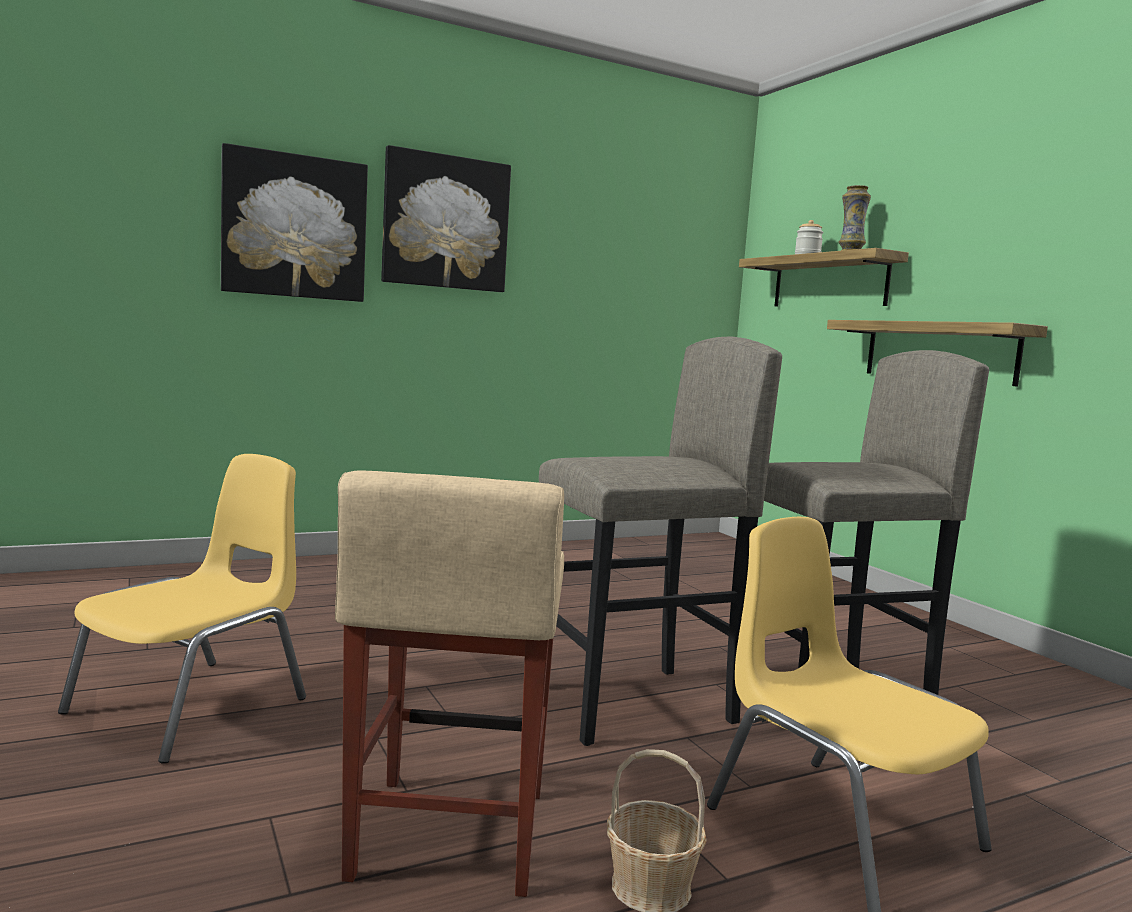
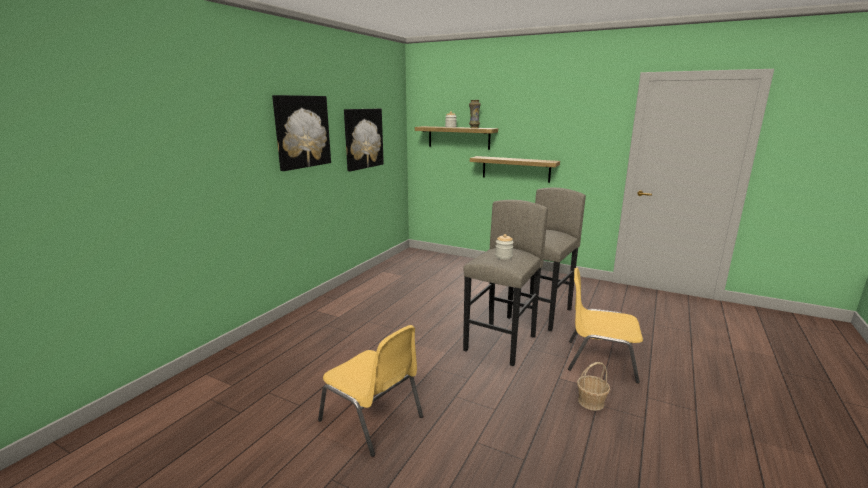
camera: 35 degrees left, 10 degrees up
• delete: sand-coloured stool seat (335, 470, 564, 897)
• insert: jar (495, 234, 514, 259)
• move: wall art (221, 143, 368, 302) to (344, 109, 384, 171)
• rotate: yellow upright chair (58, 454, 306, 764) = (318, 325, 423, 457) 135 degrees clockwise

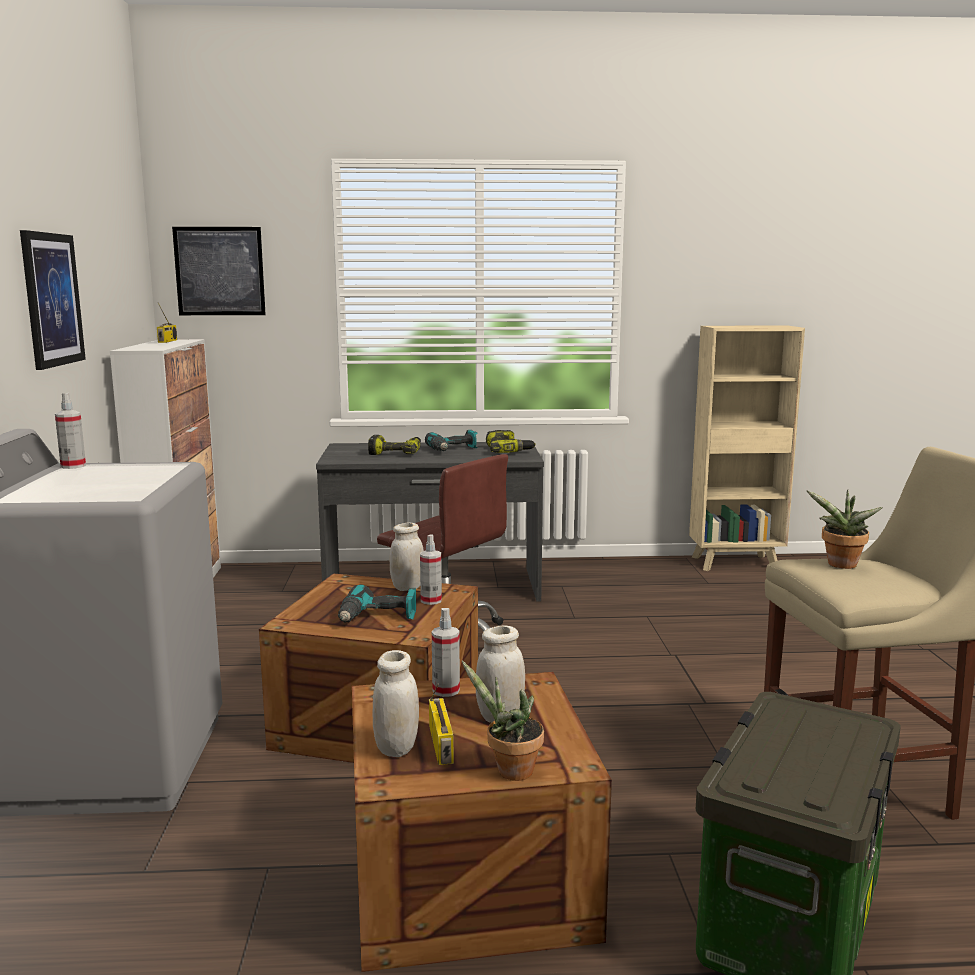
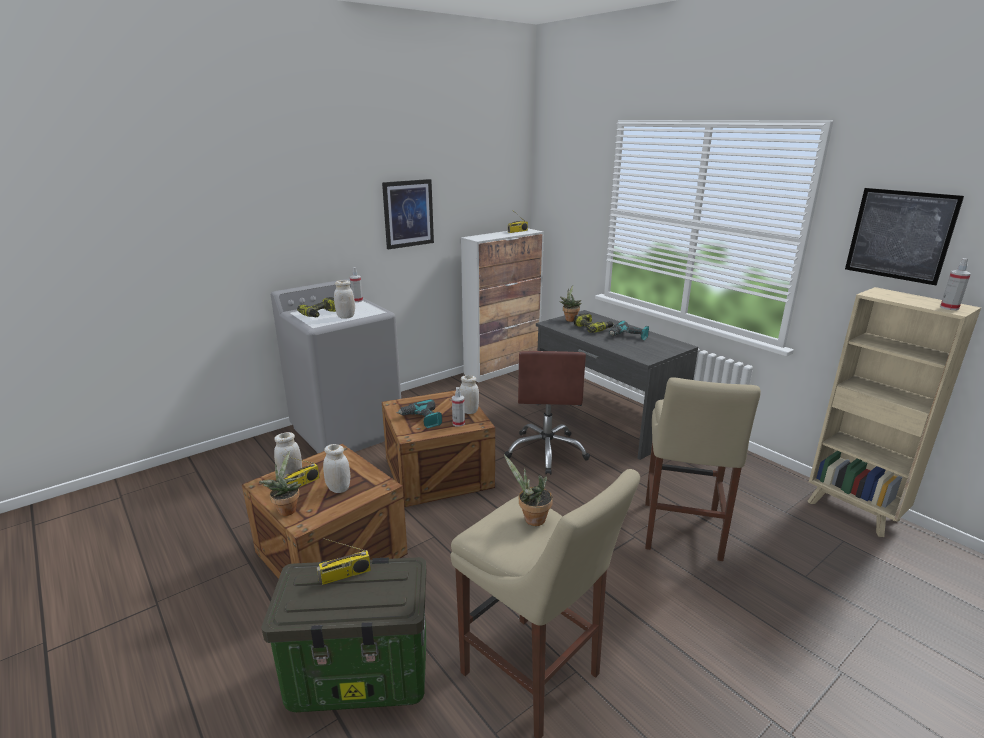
camera: 55 degrees right, 10 degrees up
• insert: radio (317, 538, 371, 585)
• insert: whitish jar (334, 280, 355, 319)
• insert: potted plant (559, 285, 582, 322)
• insert: sand-coloured stool seat (645, 377, 761, 561)
• move: wall art (172, 227, 266, 315) to (845, 188, 964, 285)
• move: sprayer (432, 608, 460, 697) to (940, 258, 971, 310)
• move: power drill (486, 430, 536, 453) to (297, 297, 336, 317)

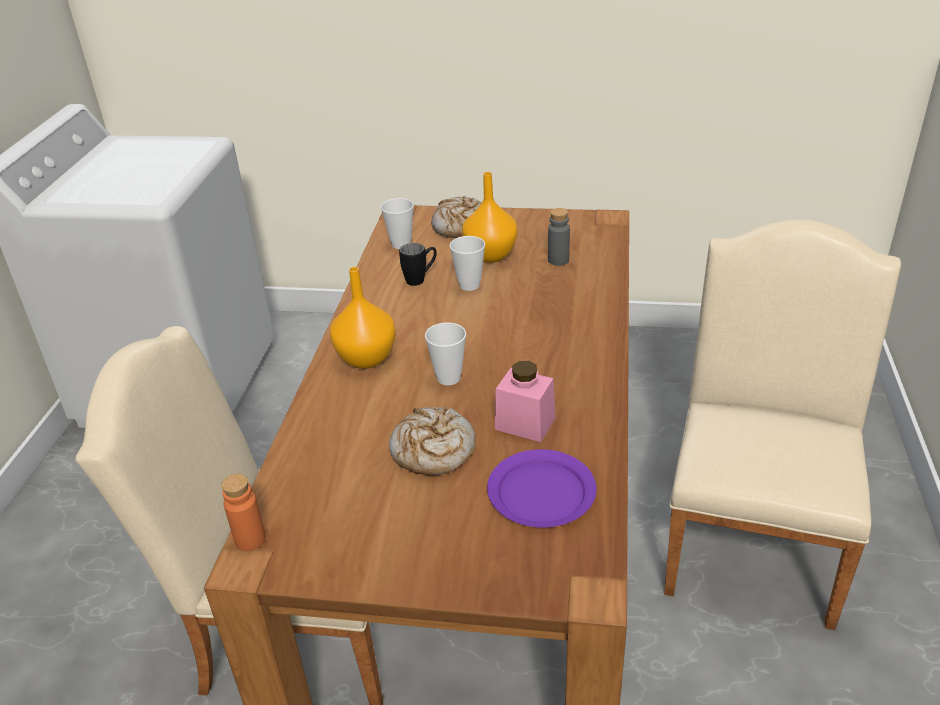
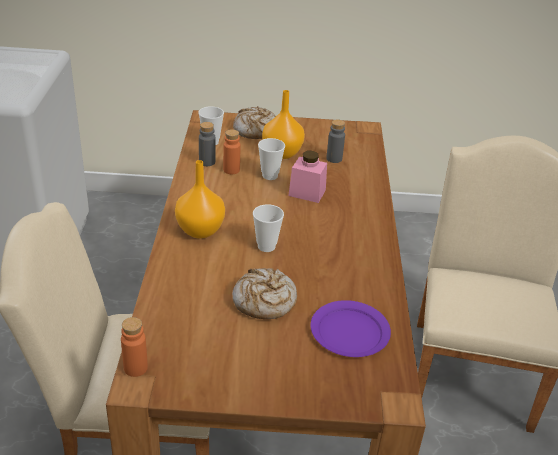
camera: 10 degrees left, 0 degrees up
• insert: gray drink bottle (199, 122, 216, 166)
• move: pink-coloured jar (495, 361, 555, 442) to (288, 151, 327, 203)
• replace: black tea mug (399, 243, 437, 286) to orange-coloured drink bottle (223, 129, 240, 174)

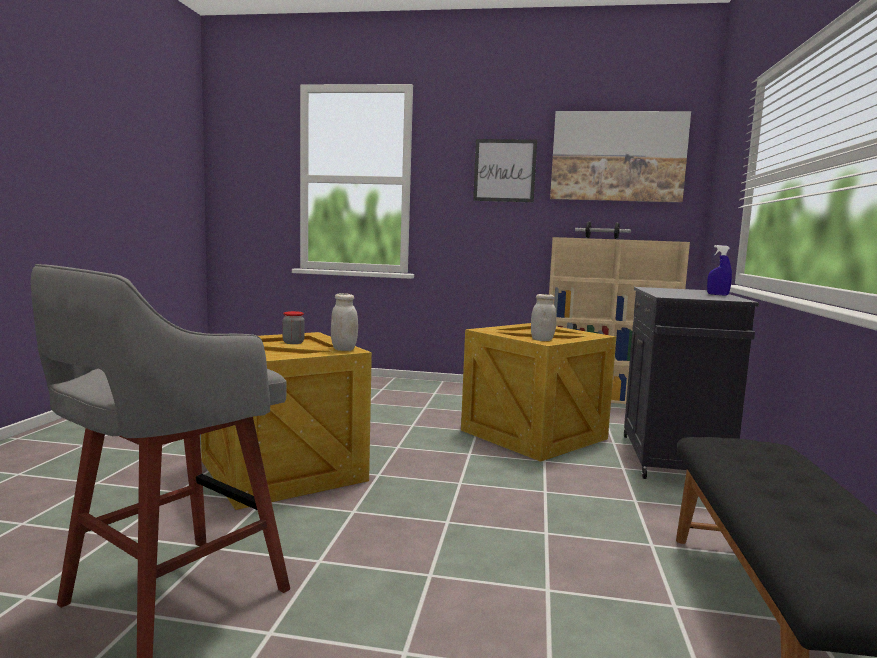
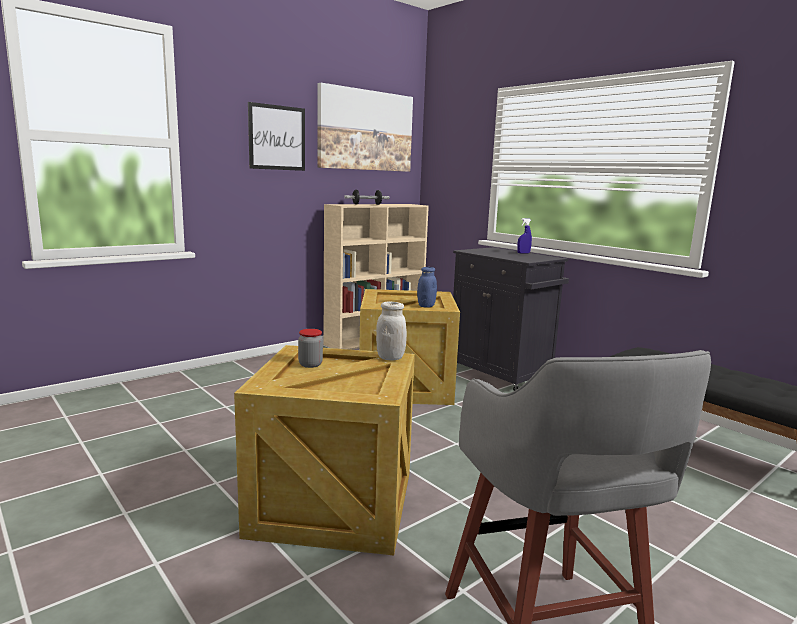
camera: 50 degrees left, 5 degrees up
• recolor: whitish jar (531, 294, 556, 341) to blue-coloured jar (417, 267, 437, 308)

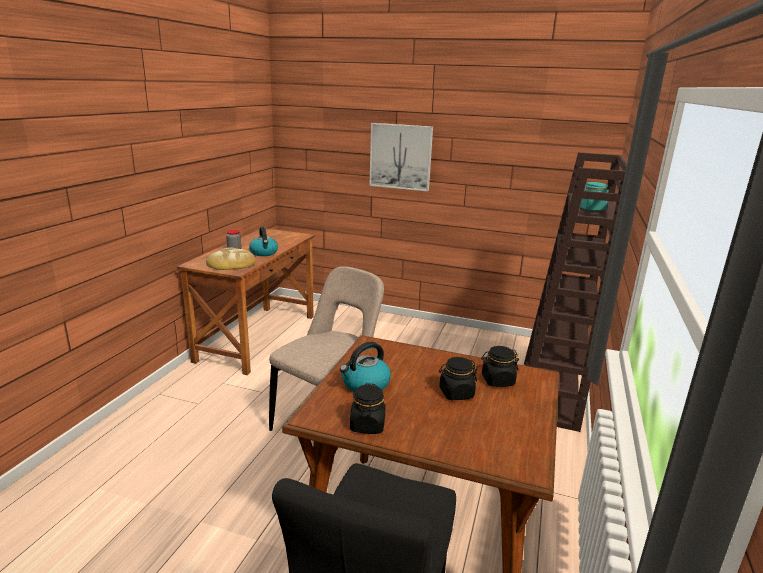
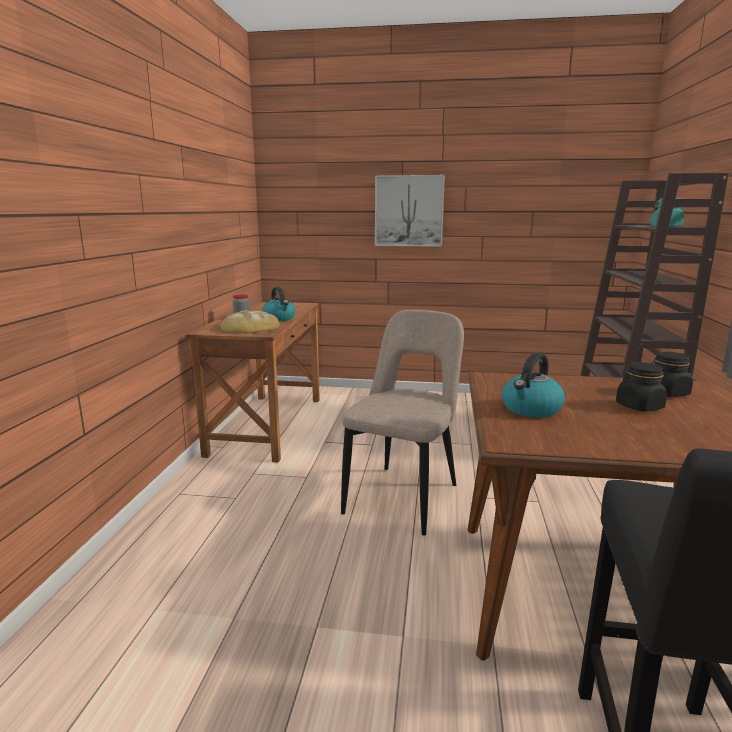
camera: 10 degrees left, 5 degrees down
• delete: black jar (350, 383, 386, 434)

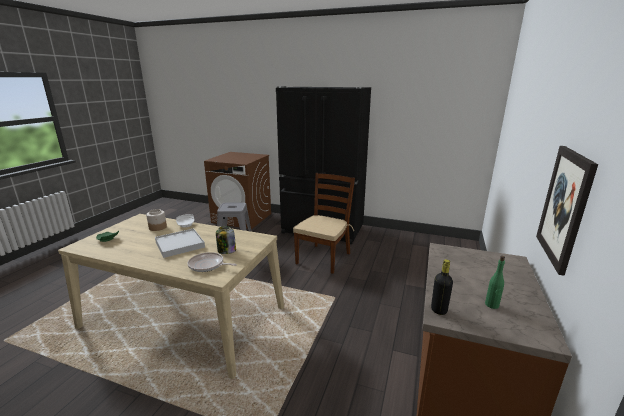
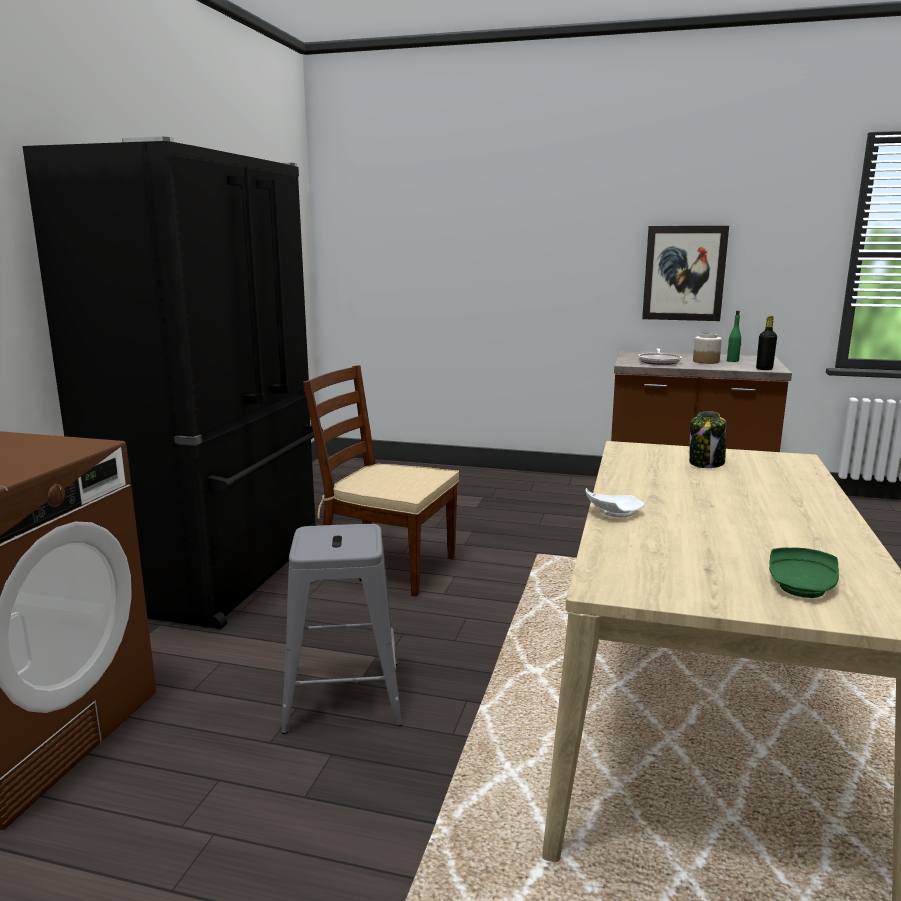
camera: 95 degrees left, 5 degrees down
• delete: whitish carrying tray (155, 228, 205, 258)
• move: jar (146, 209, 167, 231) to (693, 333, 722, 364)
• move: pan (188, 252, 237, 272) to (638, 349, 682, 365)

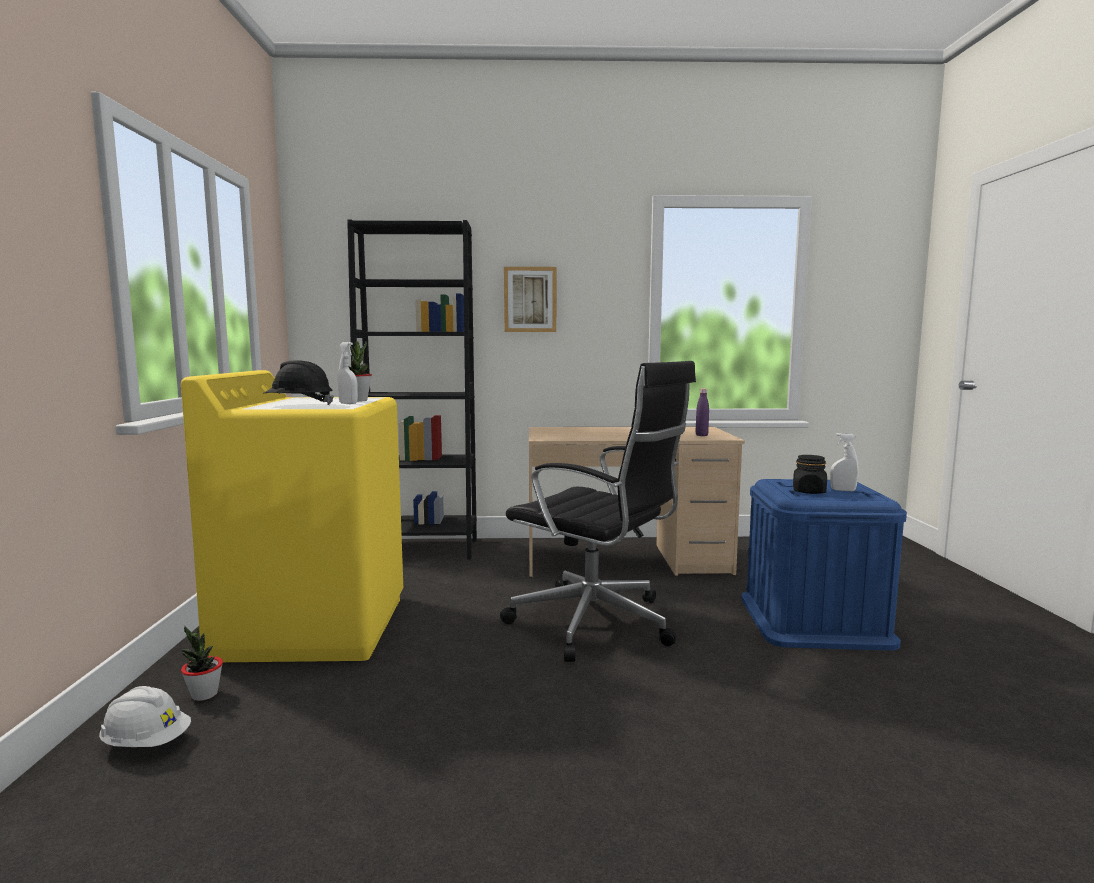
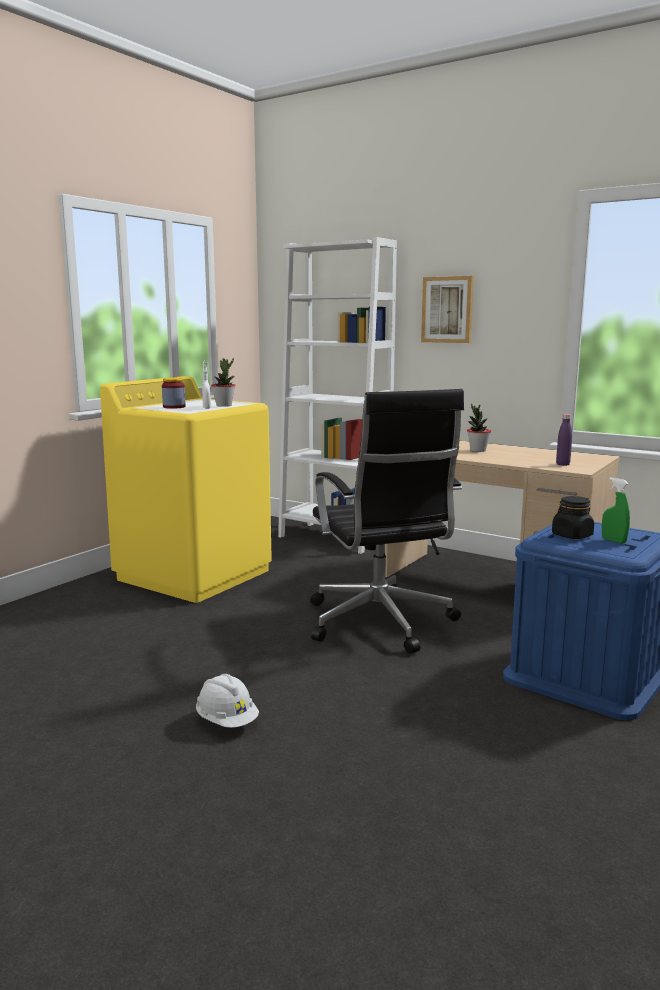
camera: 35 degrees right, 5 degrees up
• move: whitish work helmet (99, 686, 191, 747) to (196, 674, 259, 728)
• move: potted plant (181, 626, 223, 701) to (467, 404, 491, 452)
• replace: black work helmet (263, 360, 334, 405) to jar (162, 378, 185, 409)
• recolor: black bookcase (347, 220, 477, 560) to whitish bookcase (278, 237, 397, 554)
• recolor: whitish sprayer (830, 433, 859, 491) to green-coloured sprayer (602, 478, 630, 544)

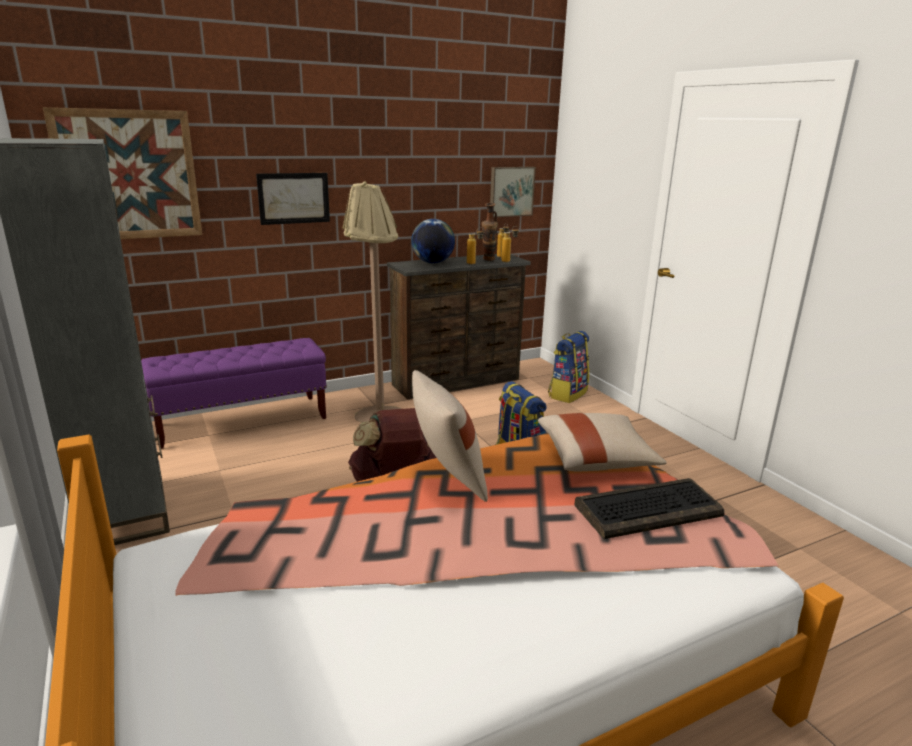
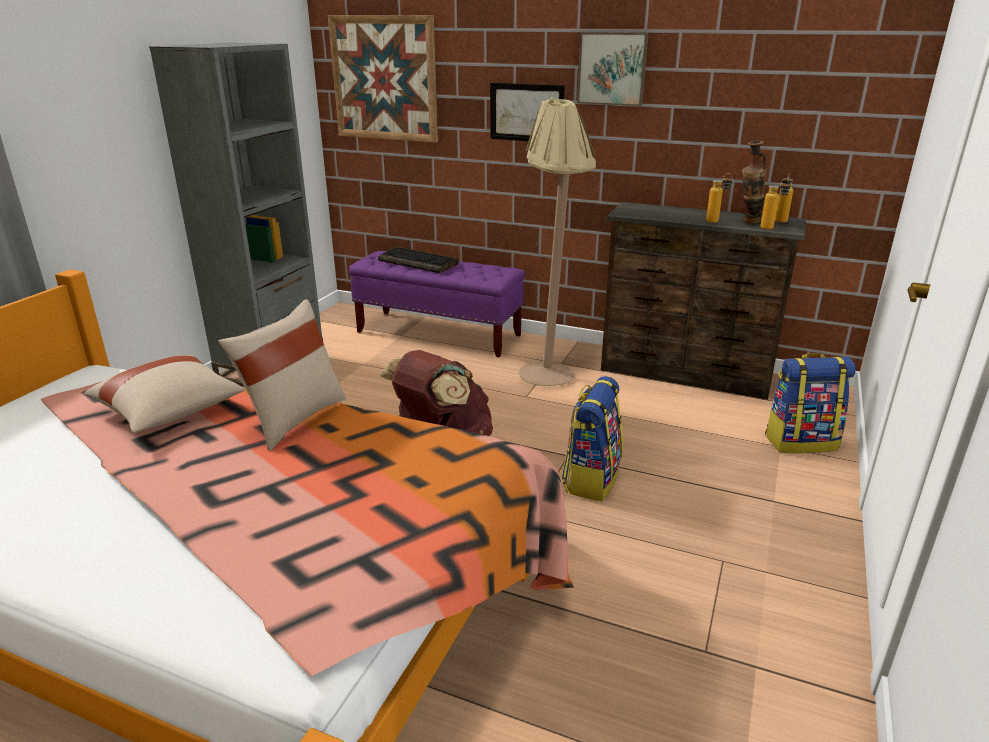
camera: 50 degrees right, 5 degrees up
• delete: globe (411, 219, 455, 263)
• move: wall art (490, 167, 536, 217) to (577, 32, 649, 106)
• move: sand-coloured pillow (538, 413, 667, 472) to (84, 355, 245, 433)
• move: PC keyboard (575, 478, 725, 539) to (378, 247, 459, 273)

